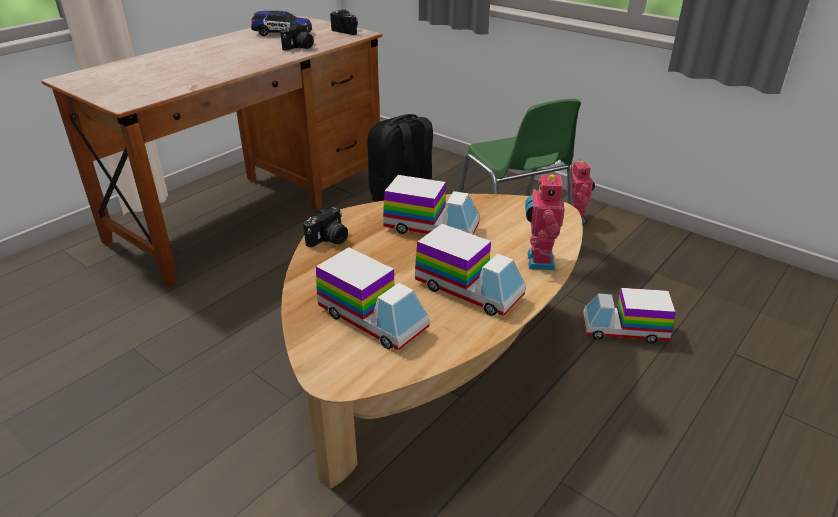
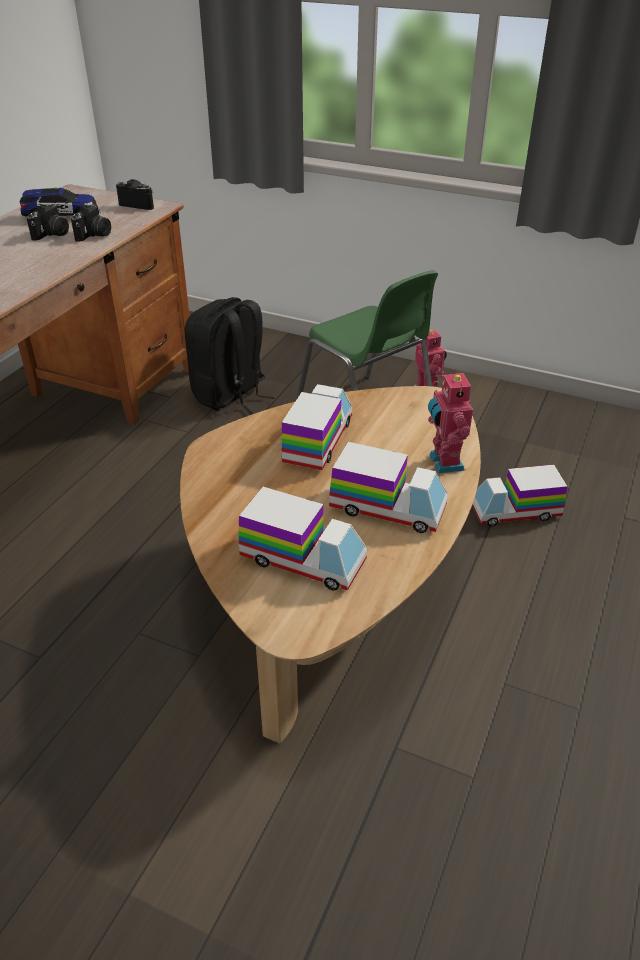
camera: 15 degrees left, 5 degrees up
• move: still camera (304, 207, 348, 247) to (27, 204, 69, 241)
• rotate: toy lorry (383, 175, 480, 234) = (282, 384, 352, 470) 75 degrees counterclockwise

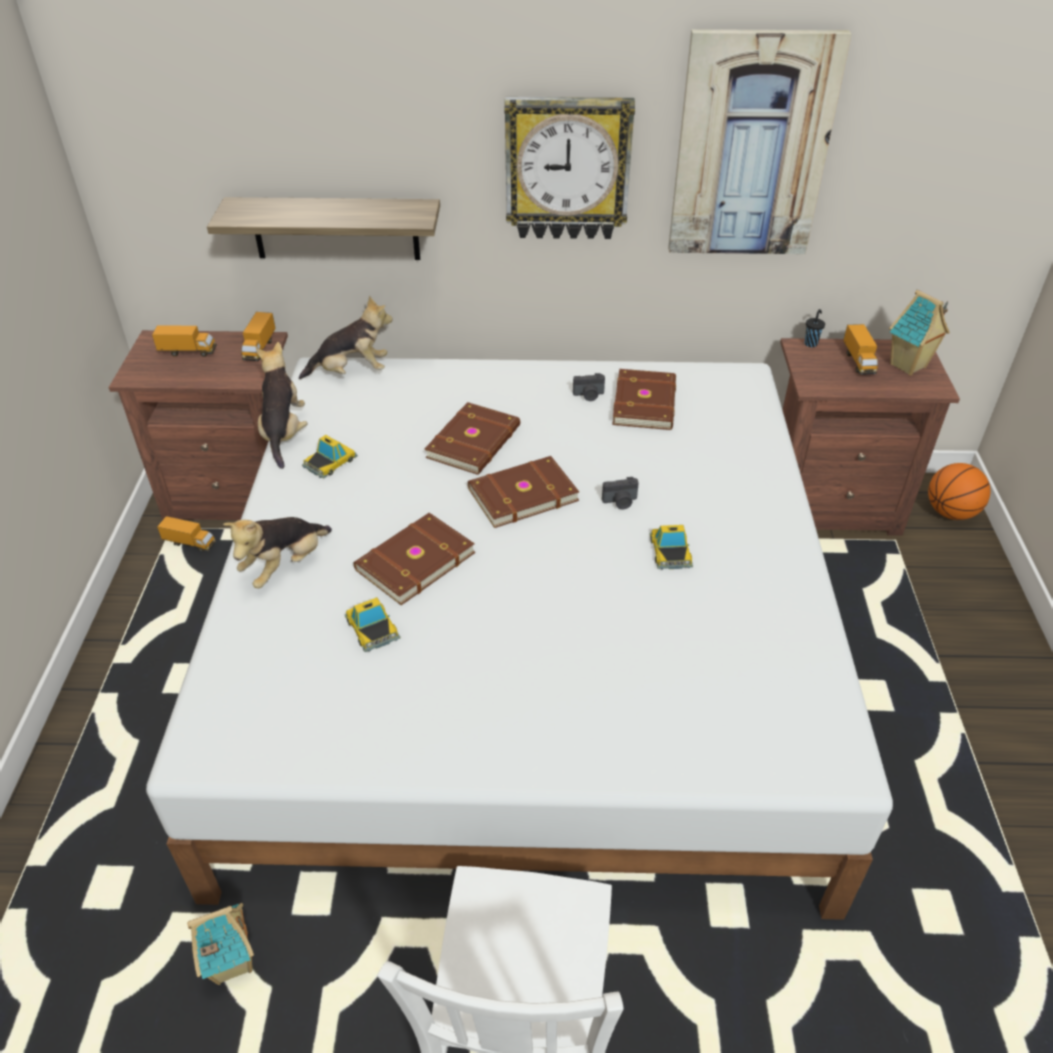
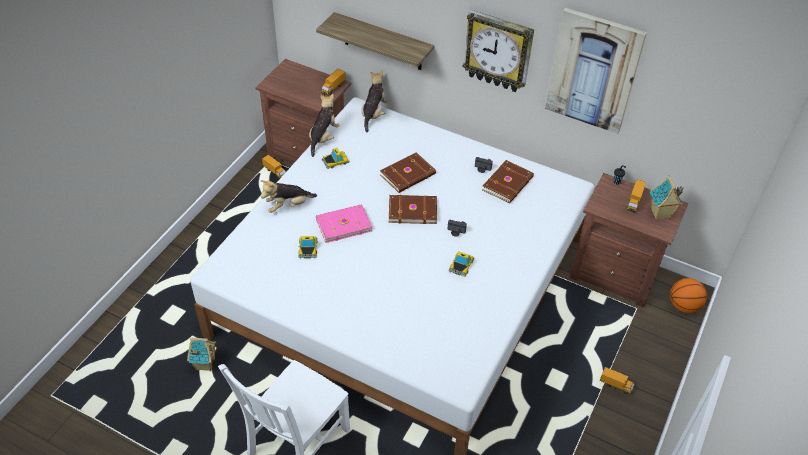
camera: 25 degrees right, 5 degrees up
• move: toy lorry (152, 326, 217, 357) to (600, 367, 635, 395)
• recolor: brownish volume (354, 513, 475, 605) to pink-coloured volume (316, 204, 372, 243)
• rotate: cuddly toy (299, 296, 393, 379) = (361, 71, 388, 133) 90 degrees counterclockwise

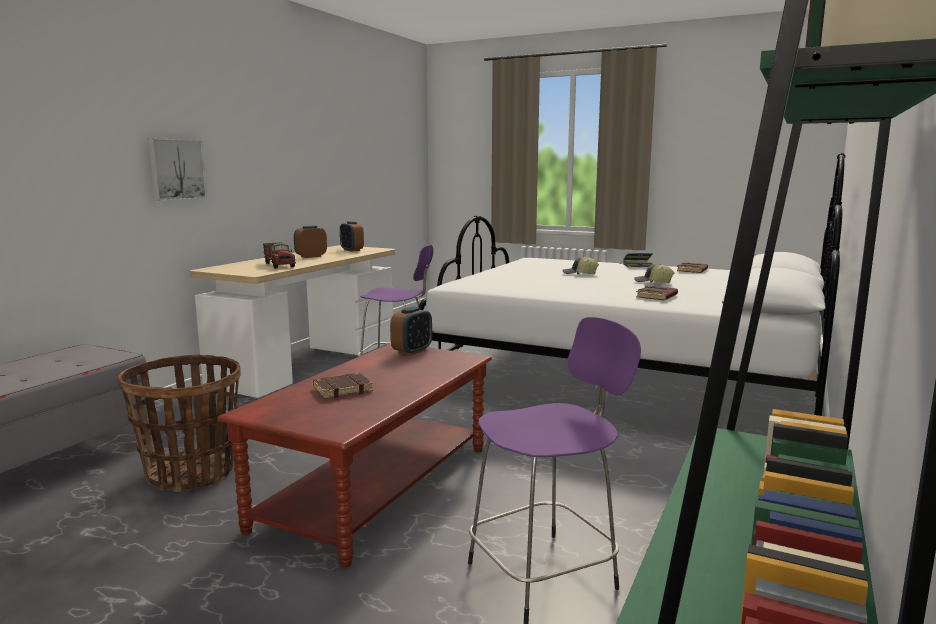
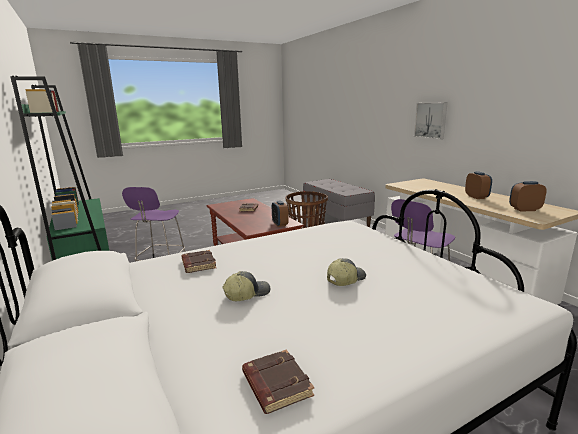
camera: 125 degrees right, 5 degrees up
• delete: toy lorry (263, 242, 296, 269)
• delete: volume (620, 253, 653, 267)

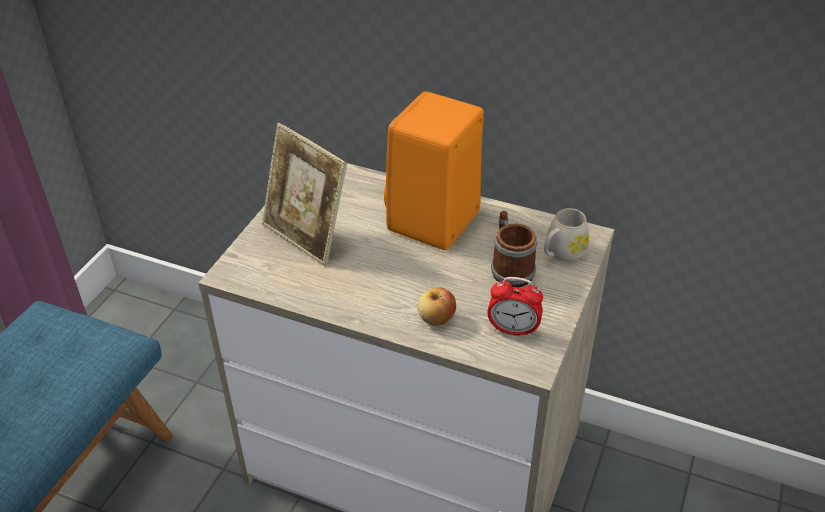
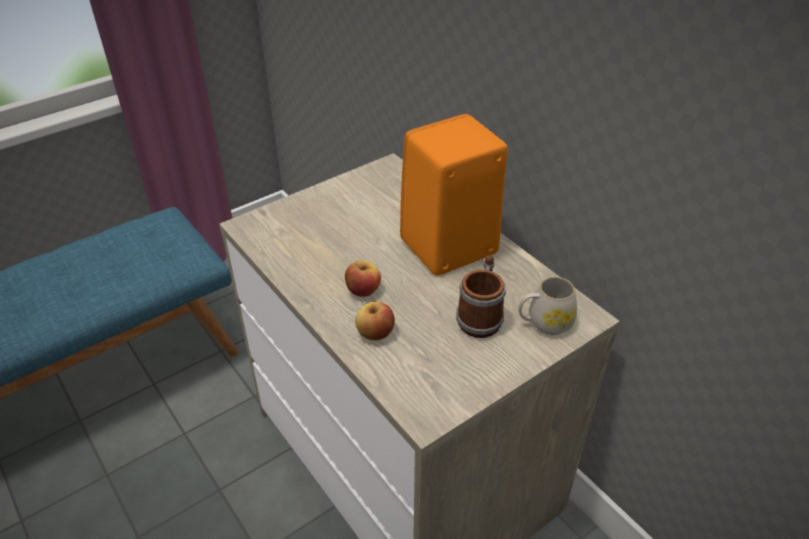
camera: 30 degrees right, 0 degrees up
• delete: picture frame (262, 123, 347, 266)
• delete: table clock (487, 277, 543, 337)
• insert: apple (345, 260, 381, 297)

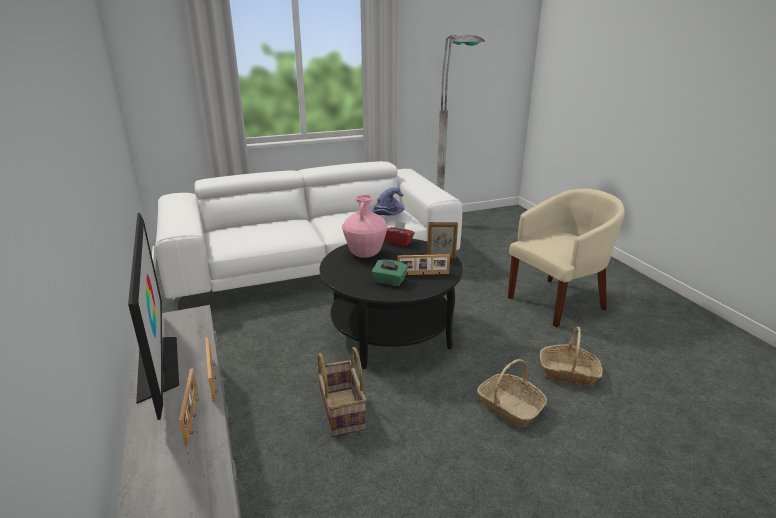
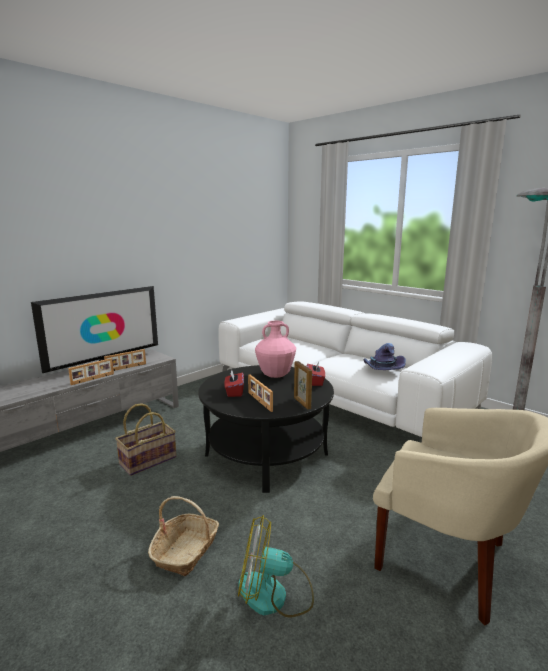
camera: 65 degrees right, 10 degrees down
• move: picture frame (179, 368, 199, 446) to (104, 349, 146, 371)
• replace: household basket (540, 327, 603, 386) to electric fan (238, 515, 314, 618)
• recolor: green-coloured box of tissues (372, 259, 408, 286) to reddish box of tissues (224, 370, 244, 397)

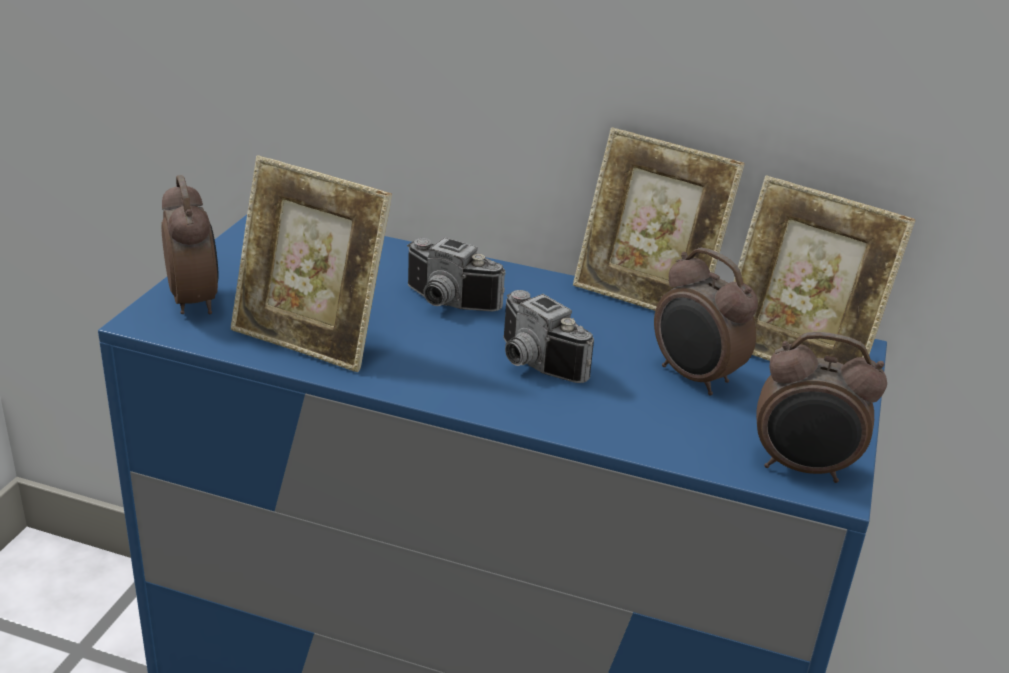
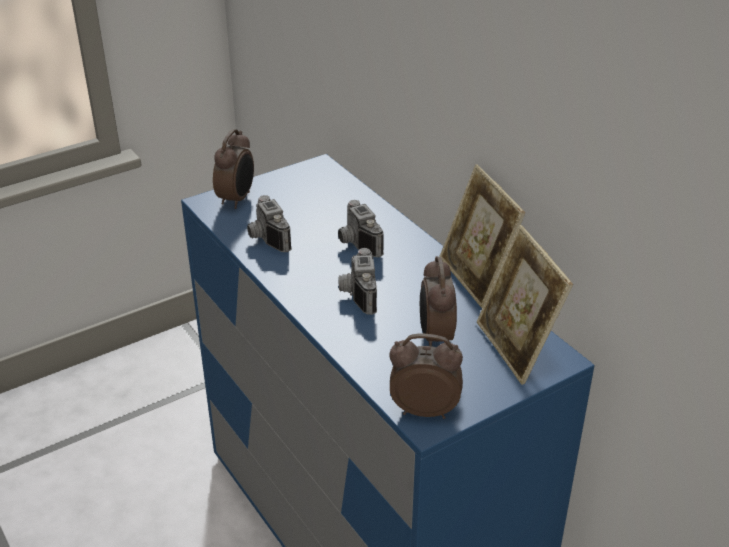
camera: 40 degrees right, 5 degrees up
• replace: picture frame (231, 155, 392, 372) to still camera (247, 195, 292, 252)
• rotate: table clock (756, 332, 887, 483) = (389, 333, 463, 419) 135 degrees clockwise

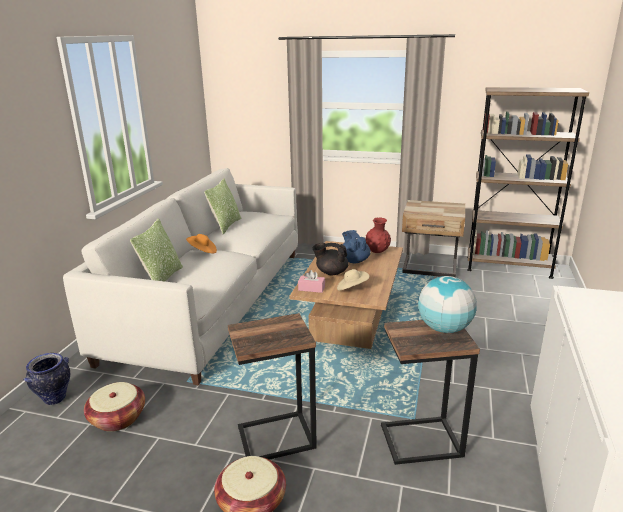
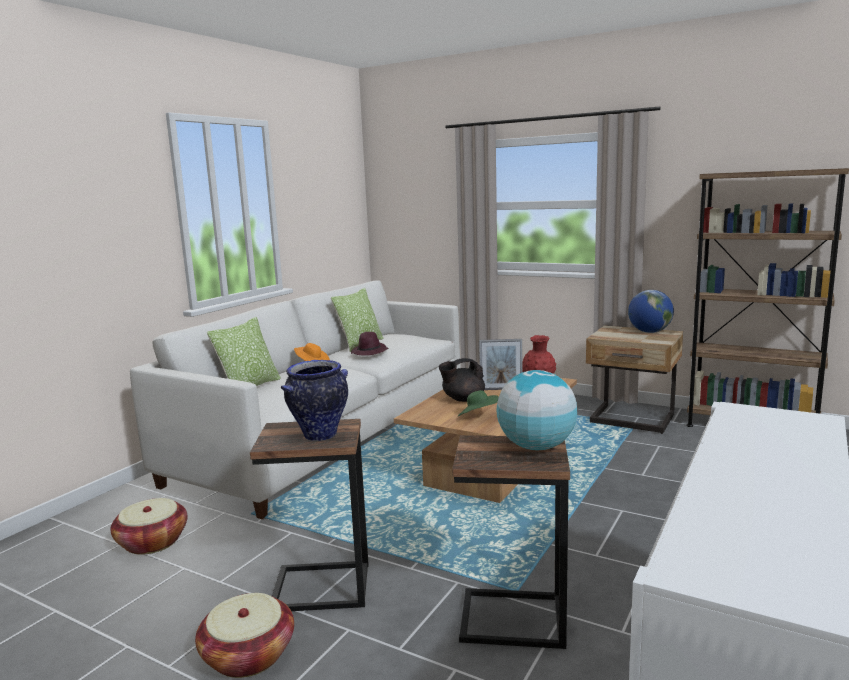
camera: 15 degrees right, 10 degrees down
• delete: pink-coloured box of tissues (298, 270, 325, 293)
• insert: purple clothing hat (351, 332, 388, 356)
• insert: globe (628, 290, 674, 333)
• move: vase (23, 353, 70, 405) to (281, 360, 348, 441)
• replace: blue-coloured tea pot (342, 230, 371, 263) to picture frame (479, 339, 523, 390)
• recolor: sand-coloured clothing hat (337, 269, 369, 291) to green-coloured clothing hat (458, 390, 499, 416)
• rotate: black tea pot (313, 243, 349, 275) = (439, 358, 485, 402) 45 degrees counterclockwise

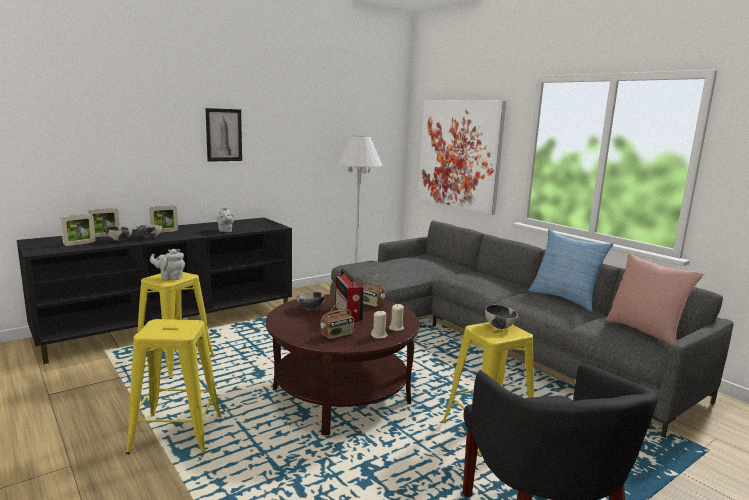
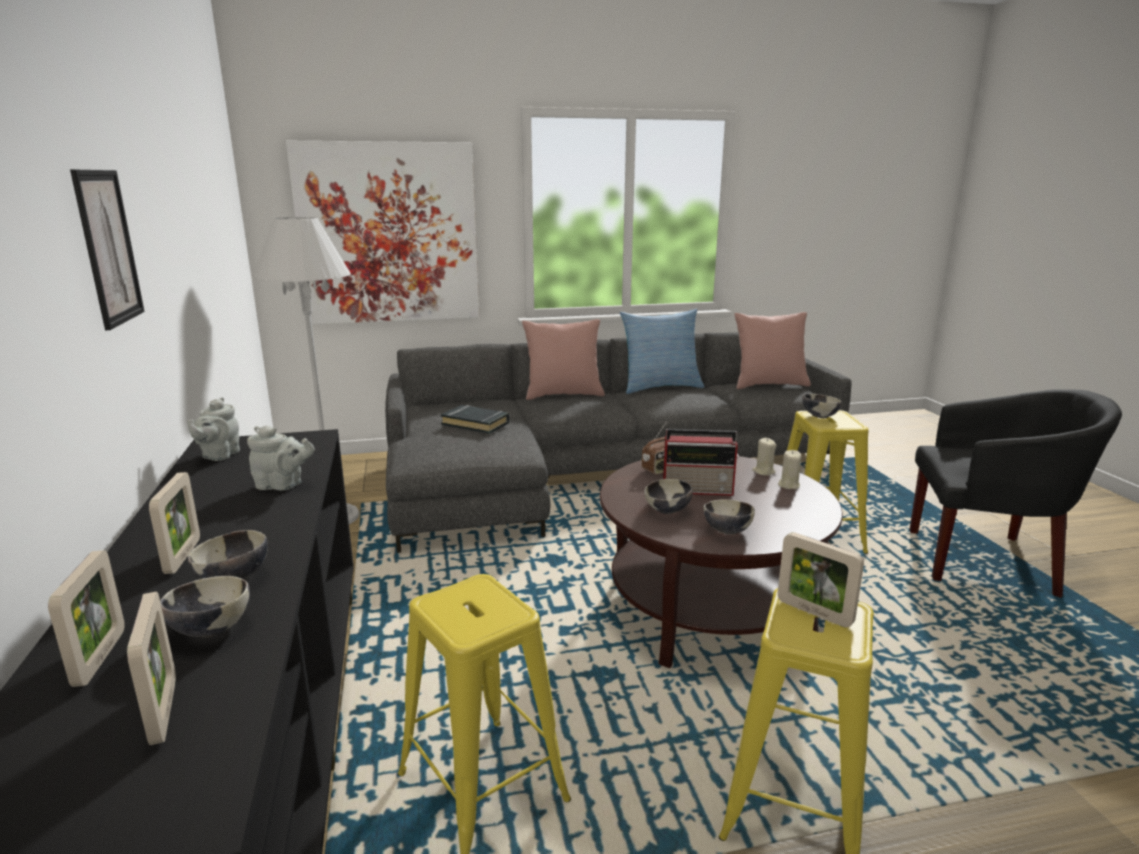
camera: 65 degrees left, 5 degrees up
• delete: radio (320, 299, 354, 339)
• insert: black volume (441, 405, 509, 434)
• insert: pink-coloured pillow (522, 319, 605, 400)
• insert: deep dish (703, 499, 755, 534)
• insert: picture frame (777, 532, 864, 628)
• move: gray tea pot (150, 249, 185, 281) to (187, 397, 240, 461)

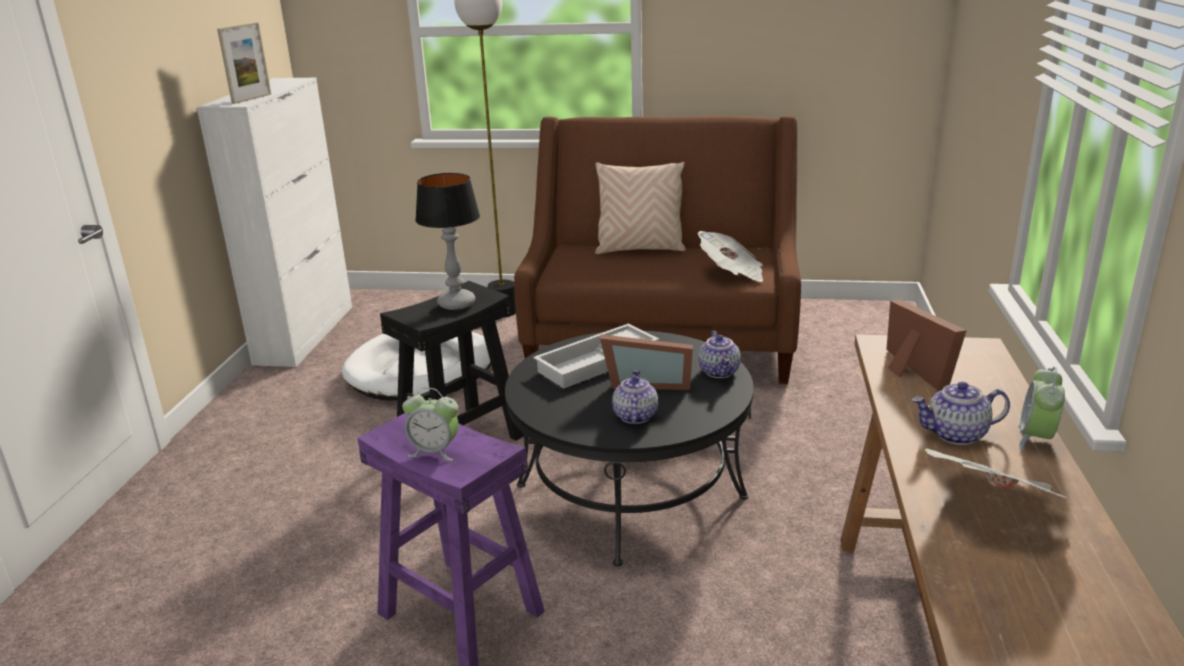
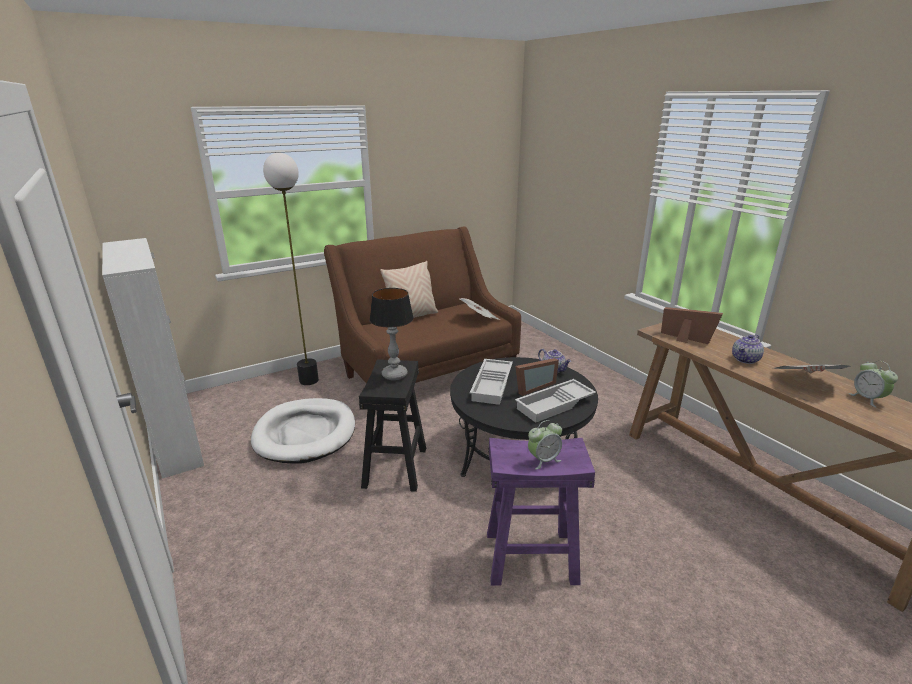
camera: 40 degrees left, 0 degrees up
• delete: picture frame (217, 22, 271, 104)
• move: table clock (1019, 367, 1065, 450) to (849, 361, 898, 408)
• replace: tea pot (612, 370, 658, 424) to whitish carrying tray (515, 379, 596, 423)

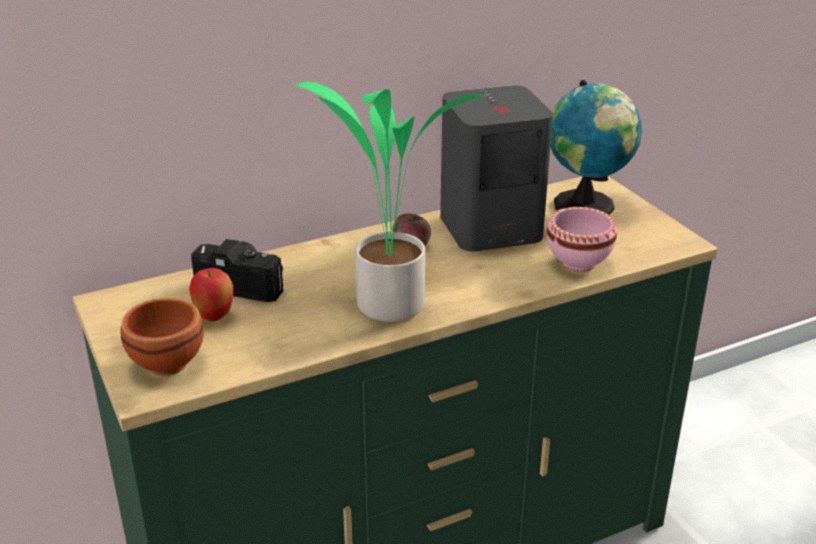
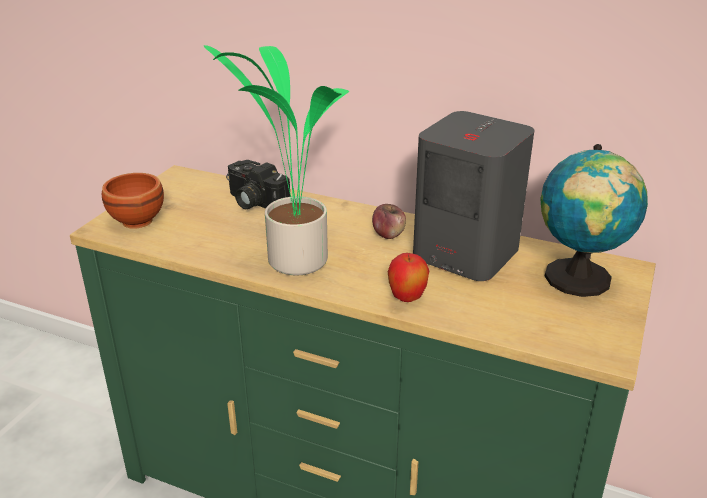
camera: 50 degrees right, 0 degrees up
• delete: pink-coloured deep dish (547, 207, 617, 272)
• move: apple (189, 268, 233, 321) to (388, 253, 429, 302)
• rotate: still camera (191, 239, 283, 302) = (226, 160, 290, 209) 150 degrees clockwise

